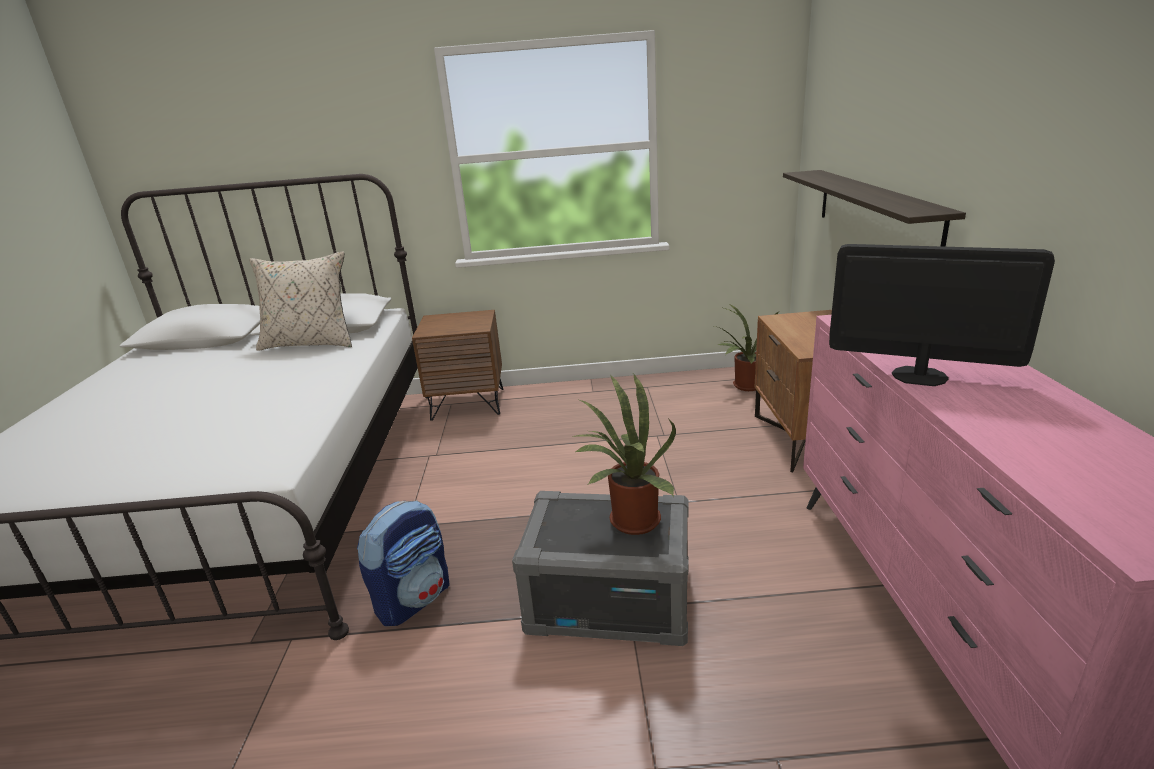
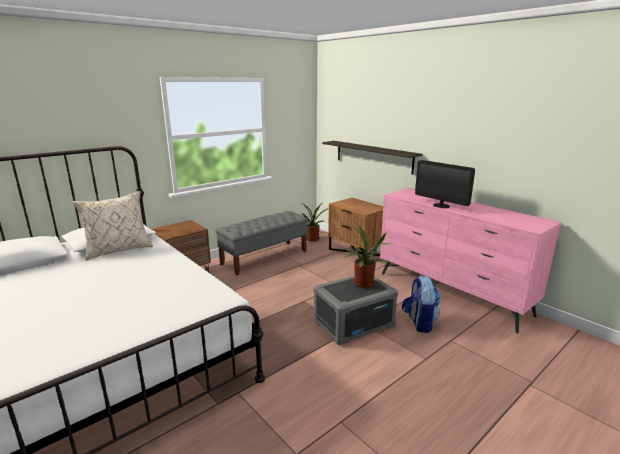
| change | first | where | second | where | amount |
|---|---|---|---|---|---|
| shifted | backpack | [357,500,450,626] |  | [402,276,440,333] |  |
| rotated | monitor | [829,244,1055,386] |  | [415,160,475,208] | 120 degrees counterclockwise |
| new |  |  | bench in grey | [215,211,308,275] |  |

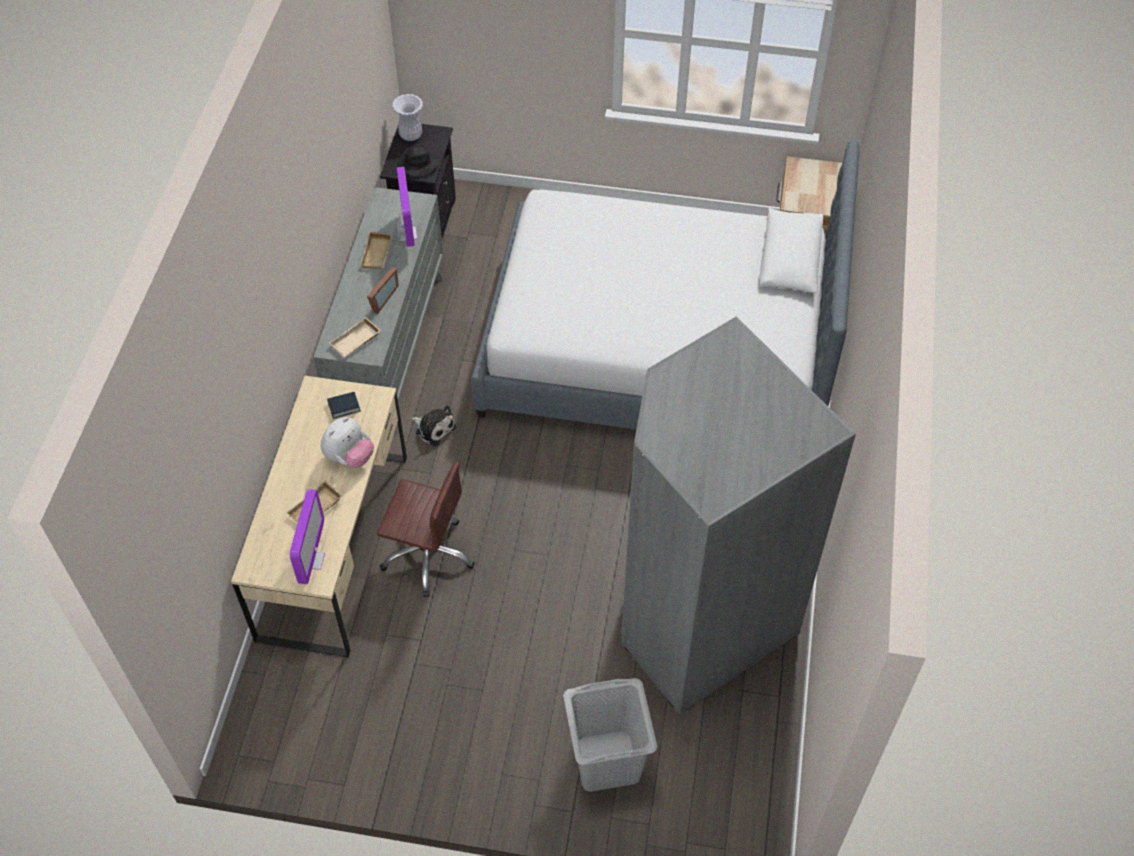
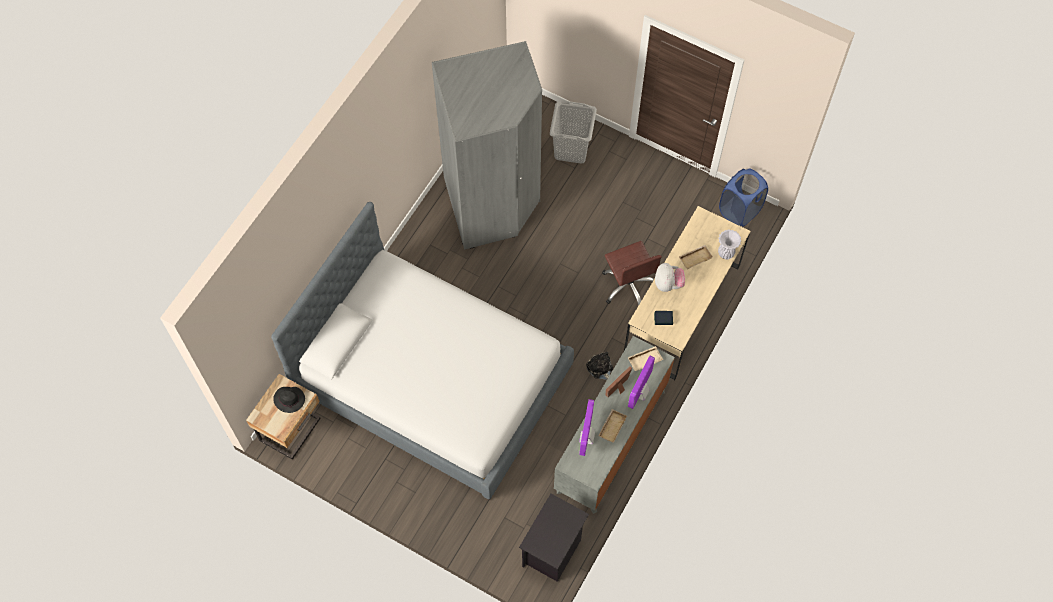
| change | first | where | second | where | amount |
|---|---|---|---|---|---|
| shifted | monitor | [290,489,325,584] |  | [628,356,655,409] |  |
| rotated | plush toy | [321,417,374,468] |  | [655,263,685,292] | 120 degrees clockwise |
| rotated | office chair in brown | [377,462,475,597] |  | [602,241,662,306] | 150 degrees counterclockwise |
| shifted | vase in white | [392,94,423,141] |  | [718,229,741,260] |  |
| shifted | hat in black | [397,146,439,176] |  | [273,387,305,413] |  |
| new |  |  | laundry basket in blue | [719,169,768,227] |  |

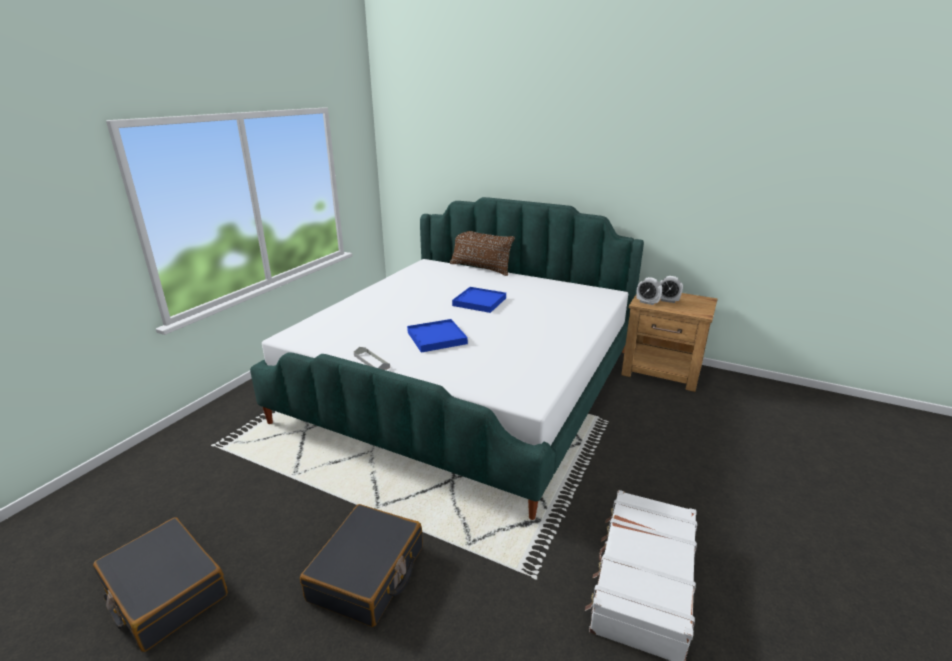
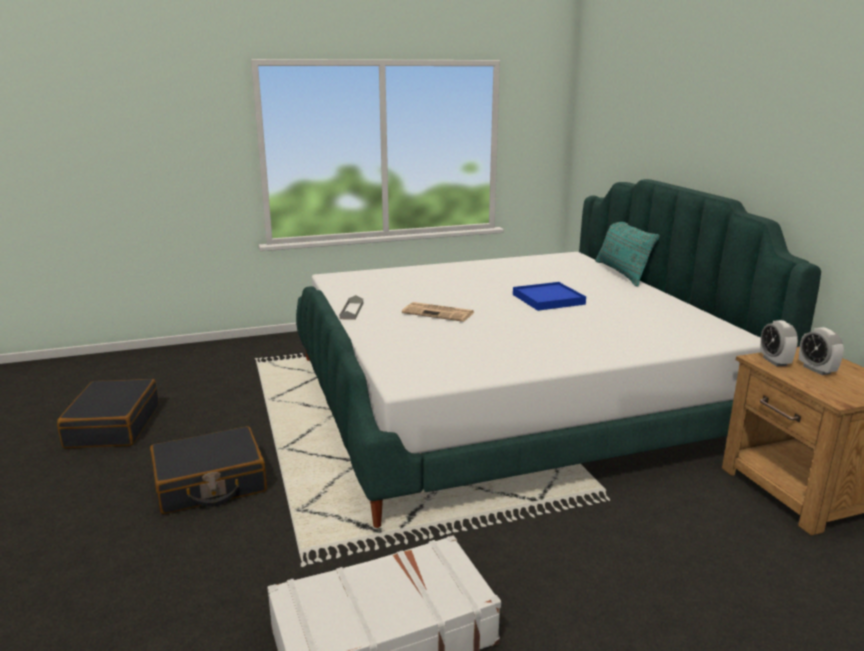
| change | first | where | second | where | amount |
|---|---|---|---|---|---|
| swapped | tray in blue | [407,319,468,353] | newspaper | [402,302,474,322] |  |
| repainted | pillow in brown | [450,231,515,276] | pillow in turquoise | [595,222,660,287] |  |

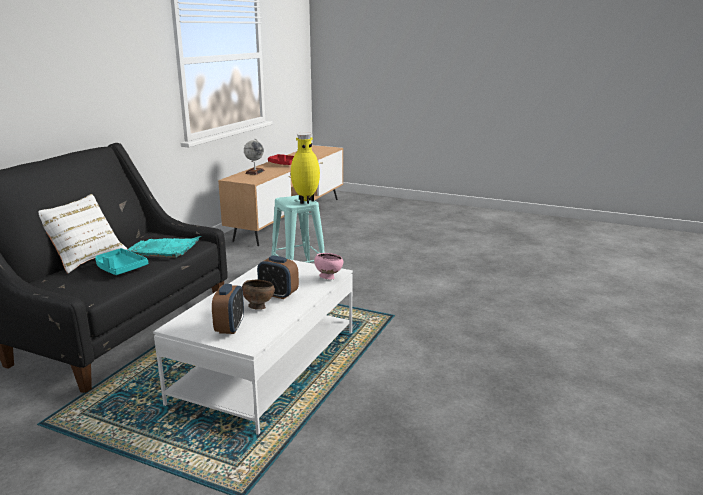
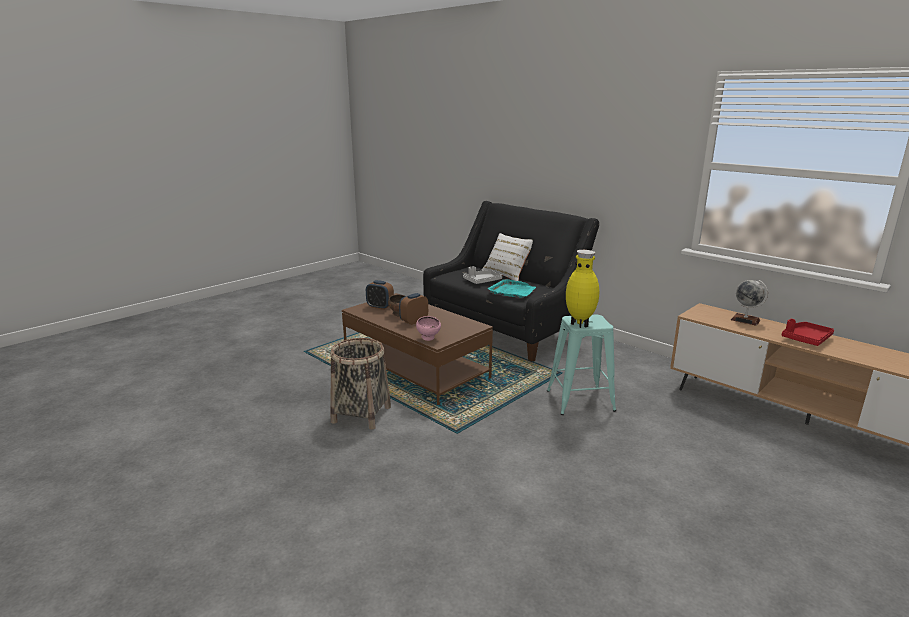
| change | first | where | second | where | amount |
|---|---|---|---|---|---|
| repainted | tray in turquoise | [95,248,148,275] | tray in grey | [463,266,502,284] |  |
| repainted | coffee table in white | [153,259,353,435] | coffee table in brown | [342,293,493,405] |  |
| new |  |  | basket | [330,338,391,430] |  |

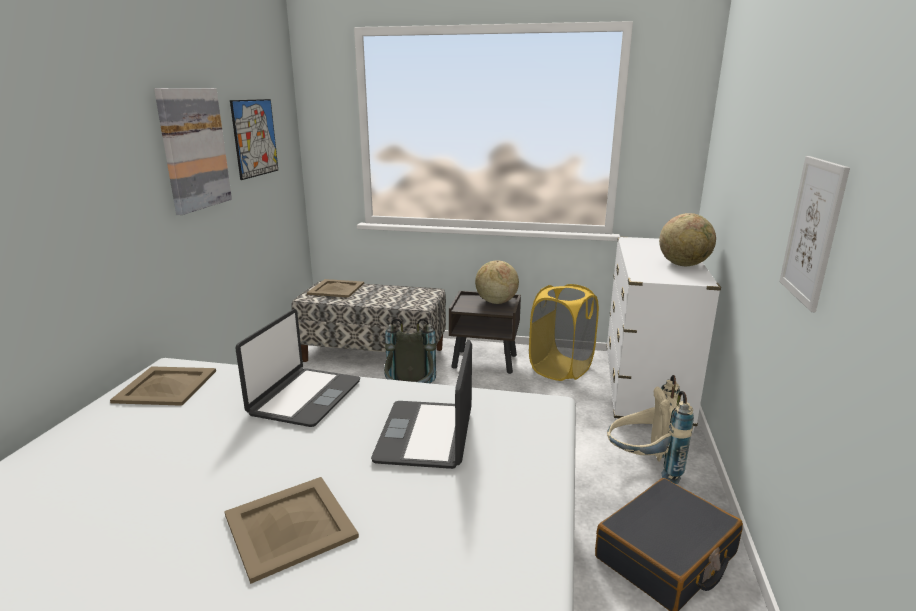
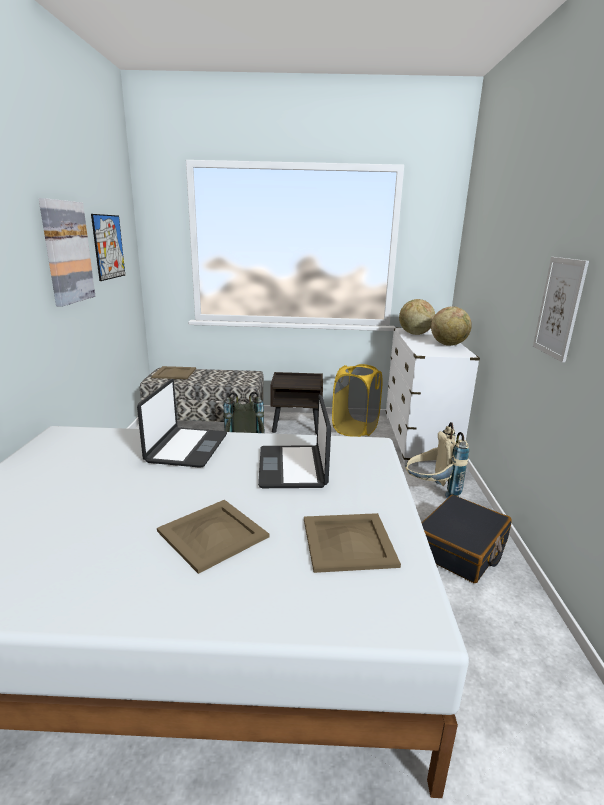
| change | first | where | second | where | amount |
|---|---|---|---|---|---|
| shifted | tray in beige | [110,366,216,406] |  | [304,513,401,573] |  |
| shifted | globe | [475,260,519,304] |  | [399,299,435,335] |  |

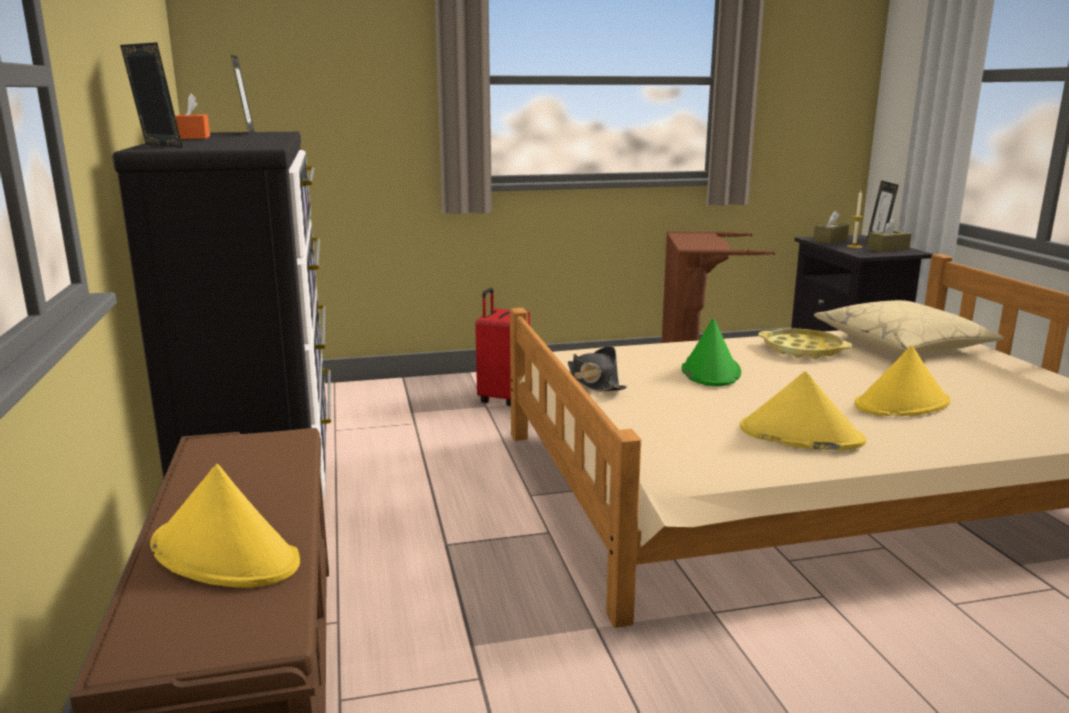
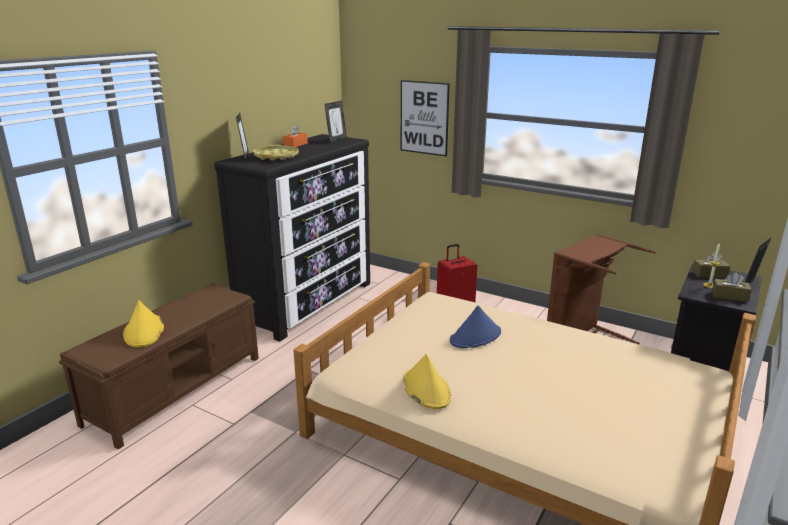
| change | first | where | second | where | amount |
|---|---|---|---|---|---|
| gone | hat in black | [568,346,627,392] |  |  |  |
| repainted | hat in green | [682,318,741,386] | hat in blue | [450,305,501,348] |  |
| shifted | tray in yellow | [758,328,852,359] |  | [253,145,299,161] |  |
| gone | pillow in beige | [814,300,1004,354] |  |  |  |
| gone | hat in yellow | [855,345,951,416] |  |  |  |
| new |  |  | picture | [401,80,450,156] |  |

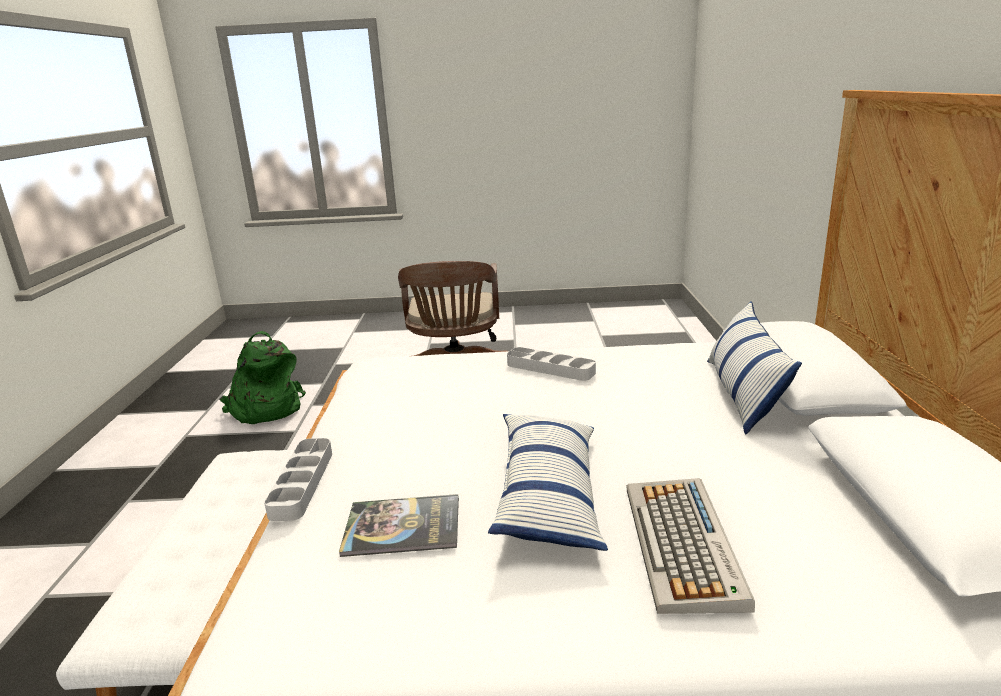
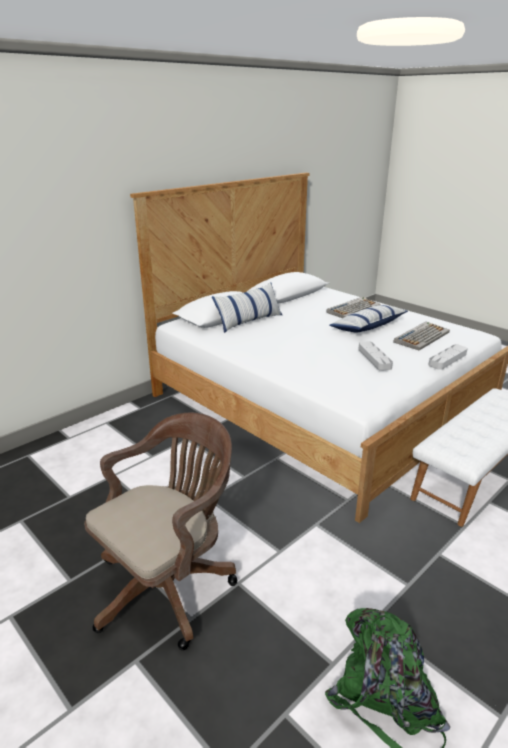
| change | first | where | second | where | amount |
|---|---|---|---|---|---|
| swapped | book | [339,494,459,557] | keyboard | [393,322,450,350] |  |
| shifted | tray in grey | [507,347,596,381] |  | [358,341,393,371] |  |

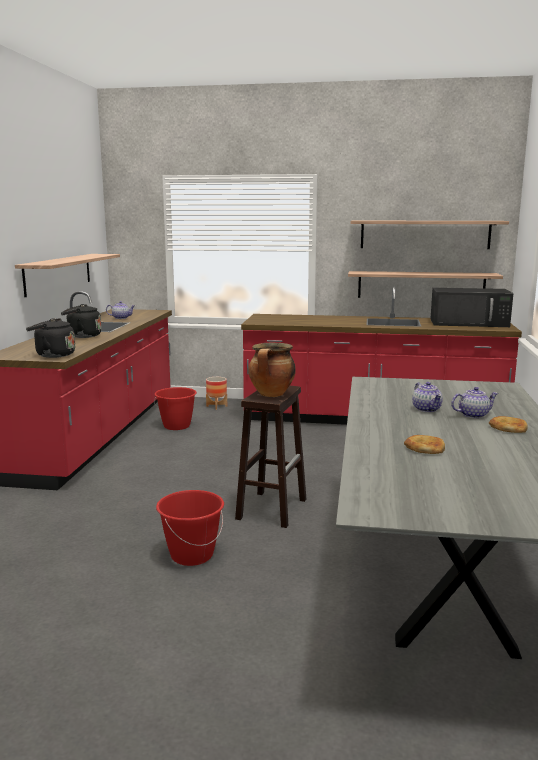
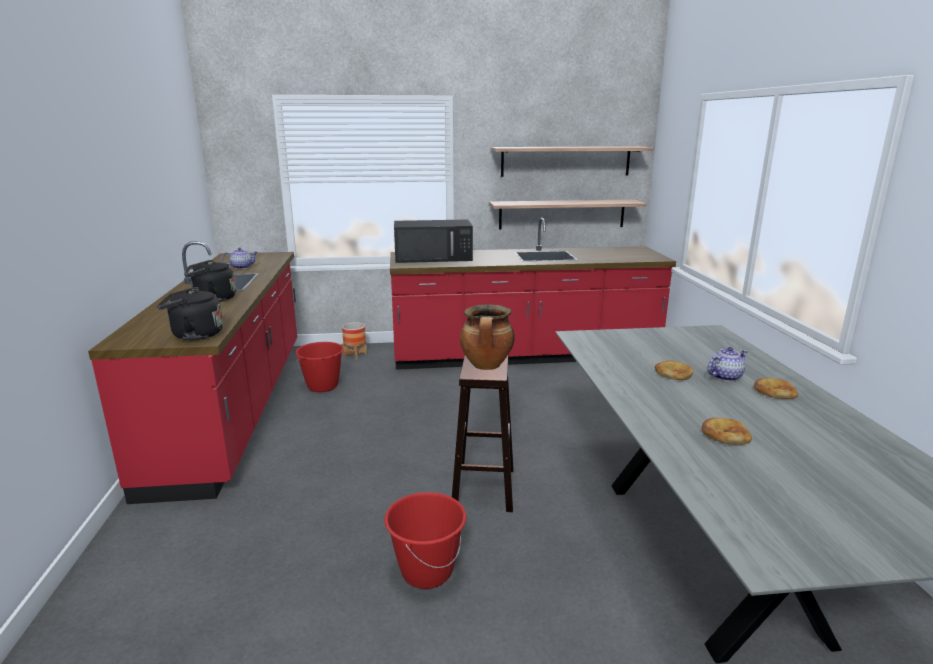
| change | first | where | second | where | amount |
|---|---|---|---|---|---|
| gone | shelf | [15,254,120,297] |  |  |  |
| swapped | teapot | [412,382,443,412] | bread | [655,361,693,380] |  |
| shifted | microwave in black | [430,288,513,327] |  | [394,220,473,263] |  |

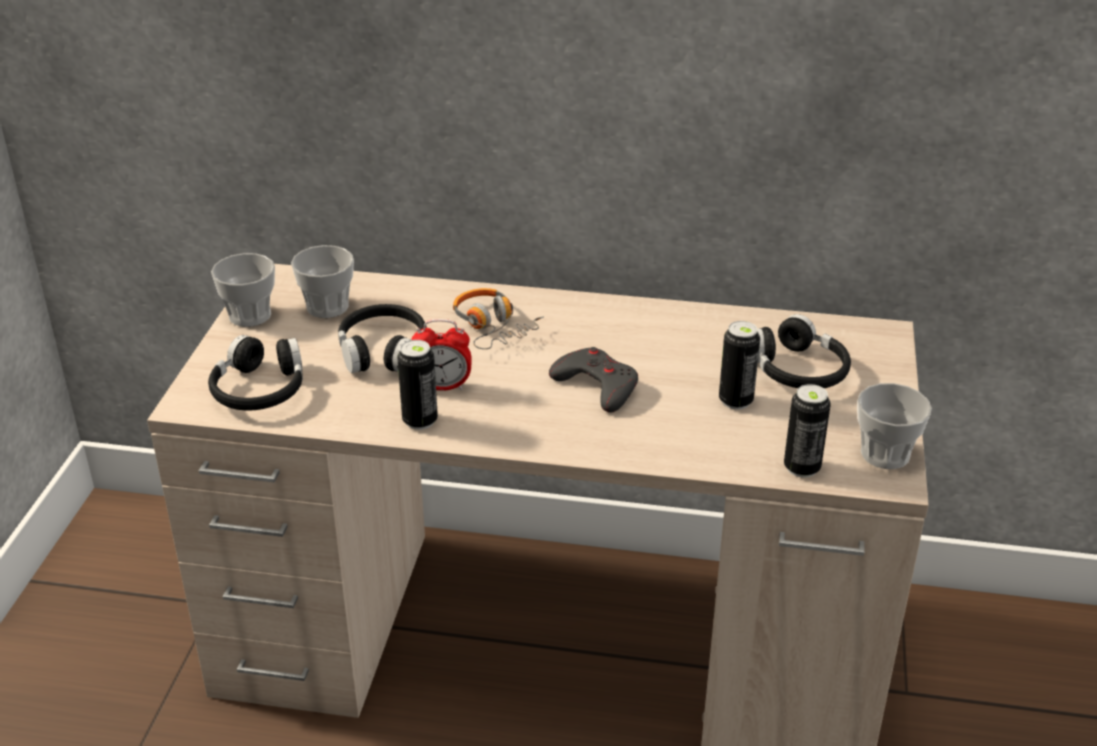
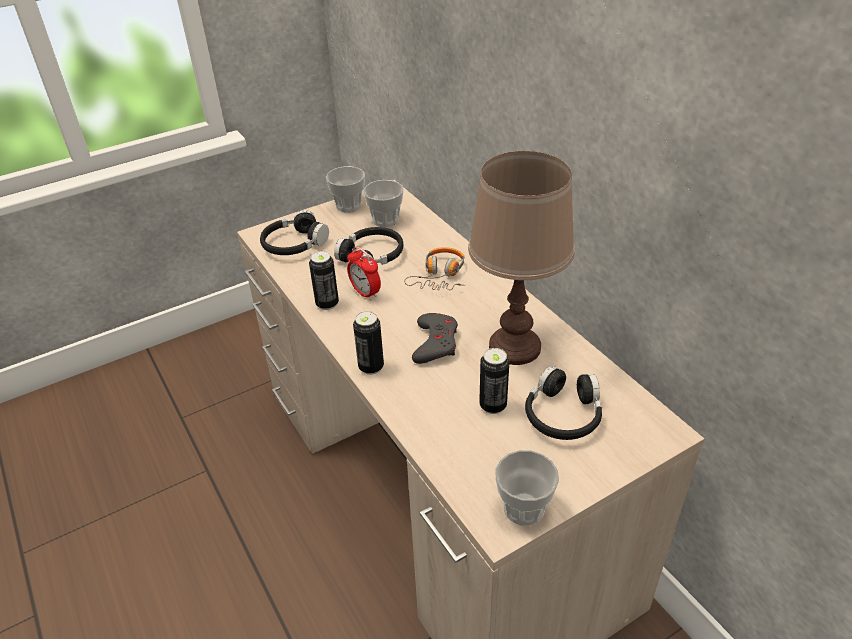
| change | first | where | second | where | amount |
|---|---|---|---|---|---|
| shifted | can | [784,384,831,478] |  | [353,311,384,375] |  |
| new |  |  | table lamp in brown | [468,151,575,365] |  |

